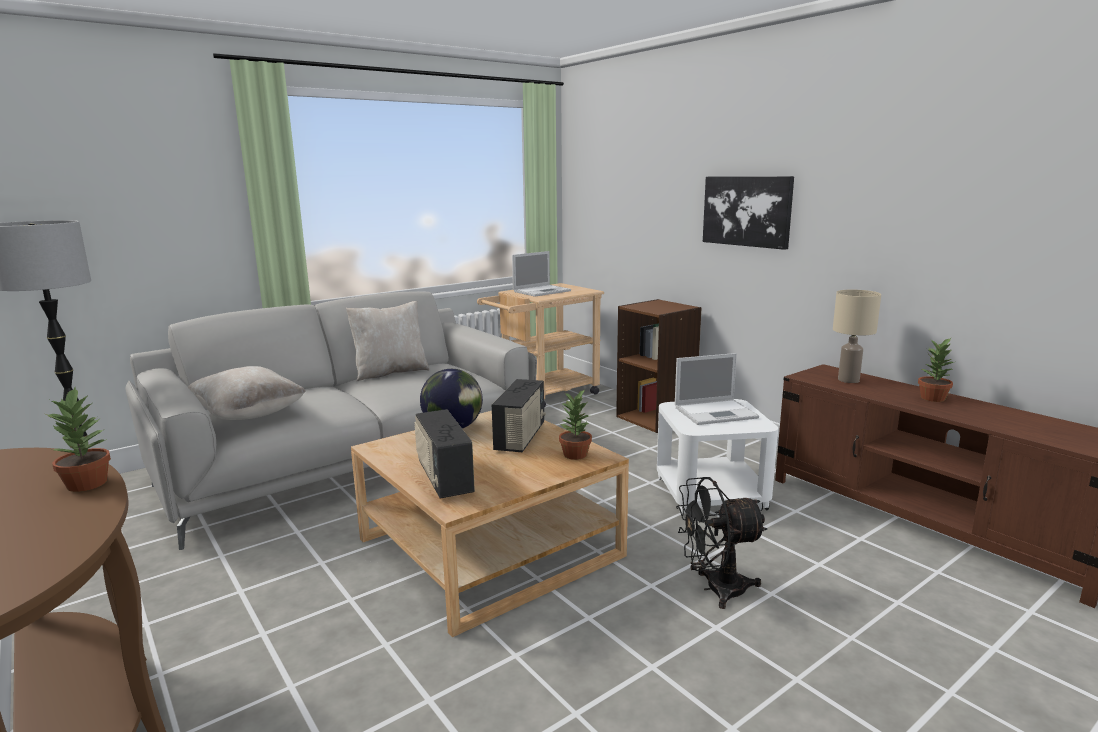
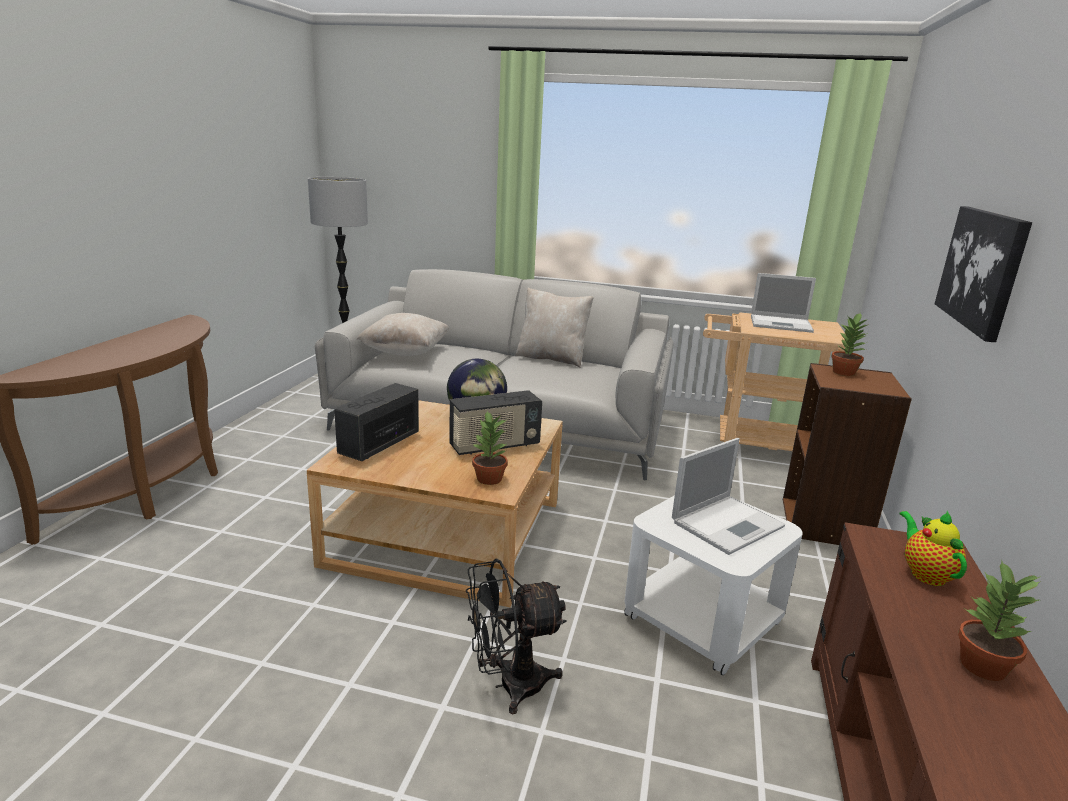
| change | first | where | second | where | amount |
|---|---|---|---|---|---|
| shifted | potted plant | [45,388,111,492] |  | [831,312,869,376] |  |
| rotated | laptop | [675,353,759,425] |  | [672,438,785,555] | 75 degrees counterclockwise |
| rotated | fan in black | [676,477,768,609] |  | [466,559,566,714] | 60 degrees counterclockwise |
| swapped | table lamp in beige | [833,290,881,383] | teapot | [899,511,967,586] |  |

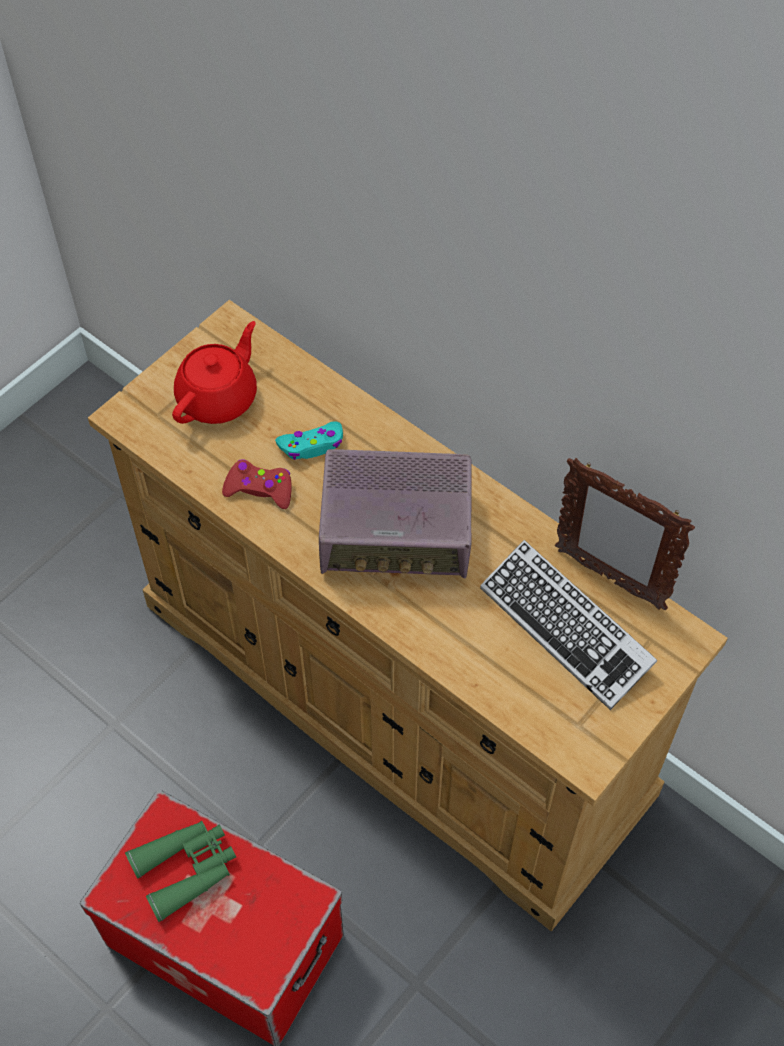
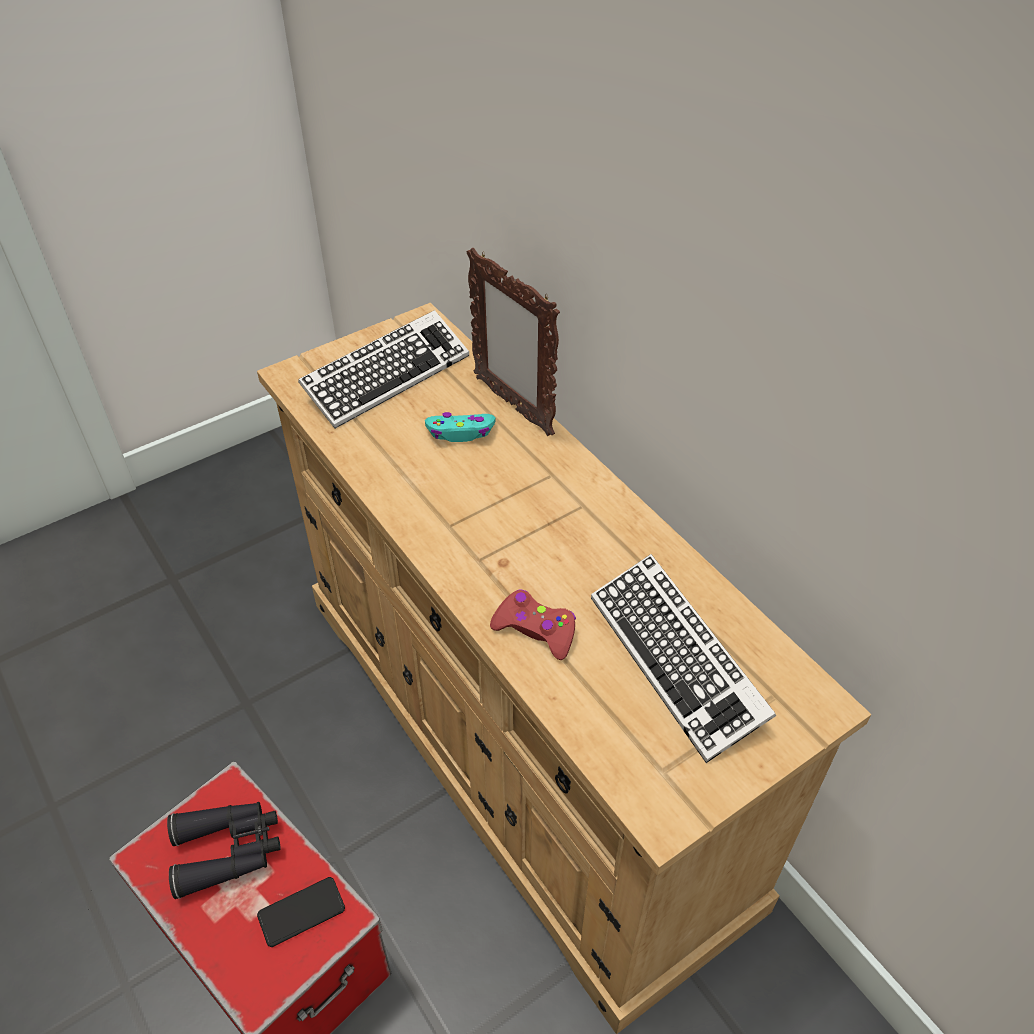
| change | first | where | second | where | amount |
|---|---|---|---|---|---|
| repainted | binoculars in green | [125,821,236,922] | binoculars in black | [167,802,281,899] |  |
| swapped | teapot in red | [172,321,257,424] | keyboard | [298,310,469,429] |  |
| shifted | game controller in red | [222,459,292,509] |  | [490,589,576,660] |  |
| gone | radio | [319,449,471,579] |  |  |  |
| shifted | picture frame | [555,458,695,610] |  | [467,247,560,436] |  |
| new |  |  | phone | [257,877,345,947] |  |

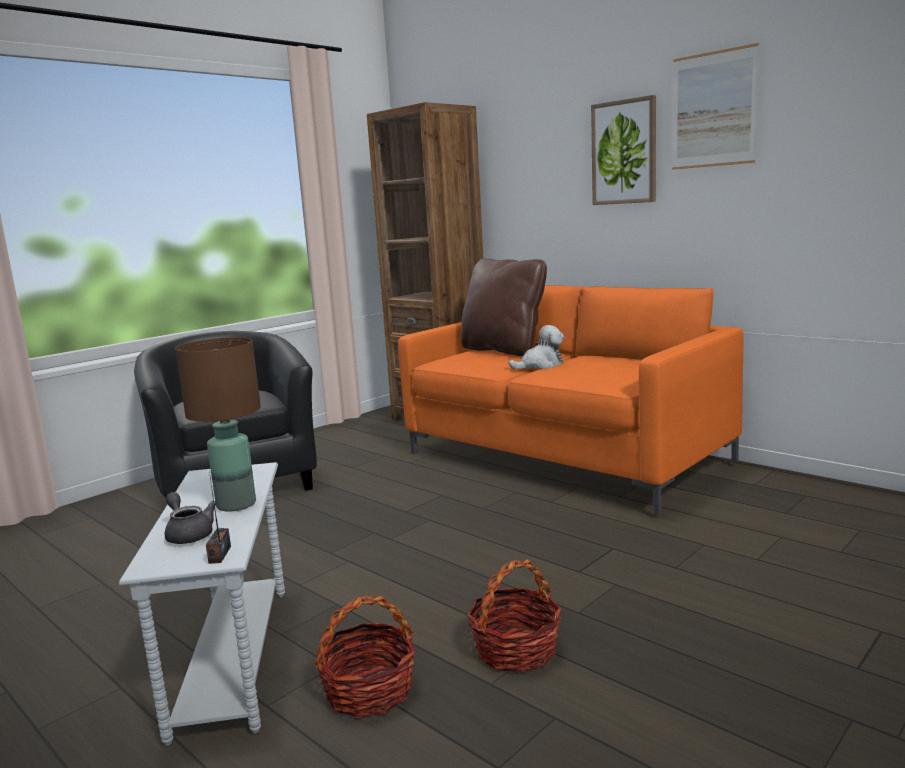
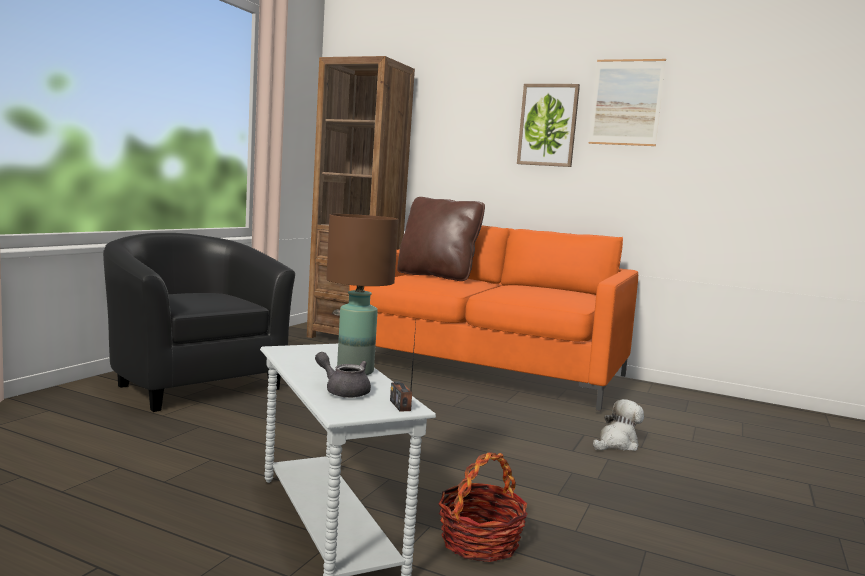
| change | first | where | second | where | amount |
|---|---|---|---|---|---|
| gone | basket | [467,559,561,673] |  |  |  |
| shifted | plush toy | [509,325,564,369] |  | [593,399,644,451] |  |

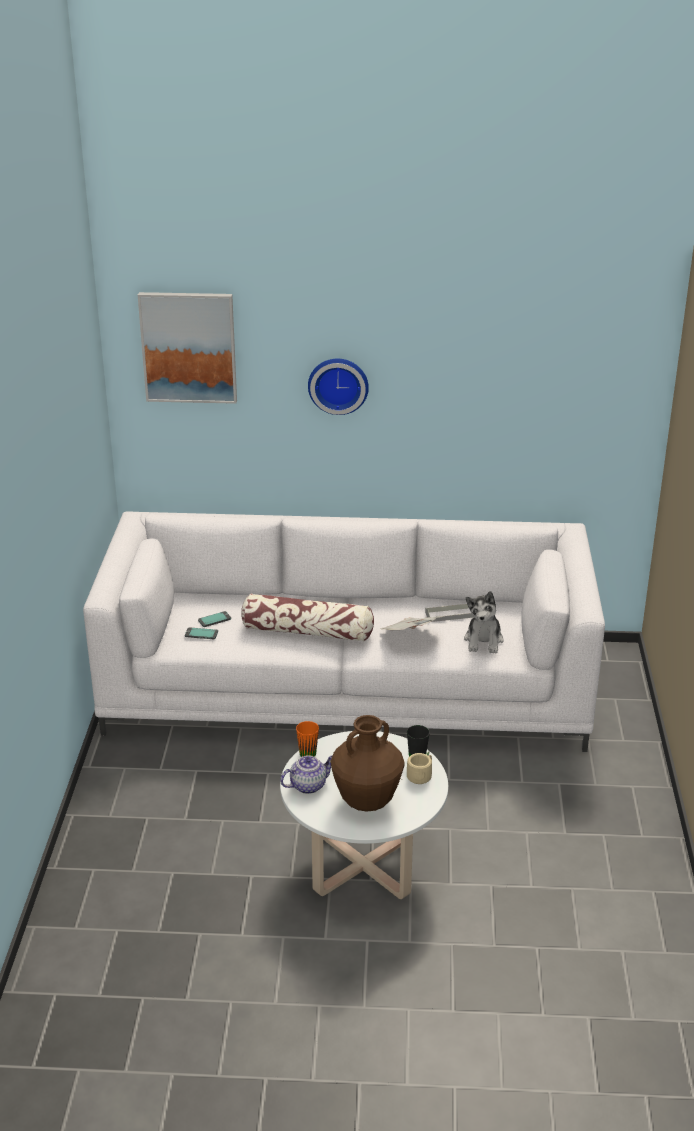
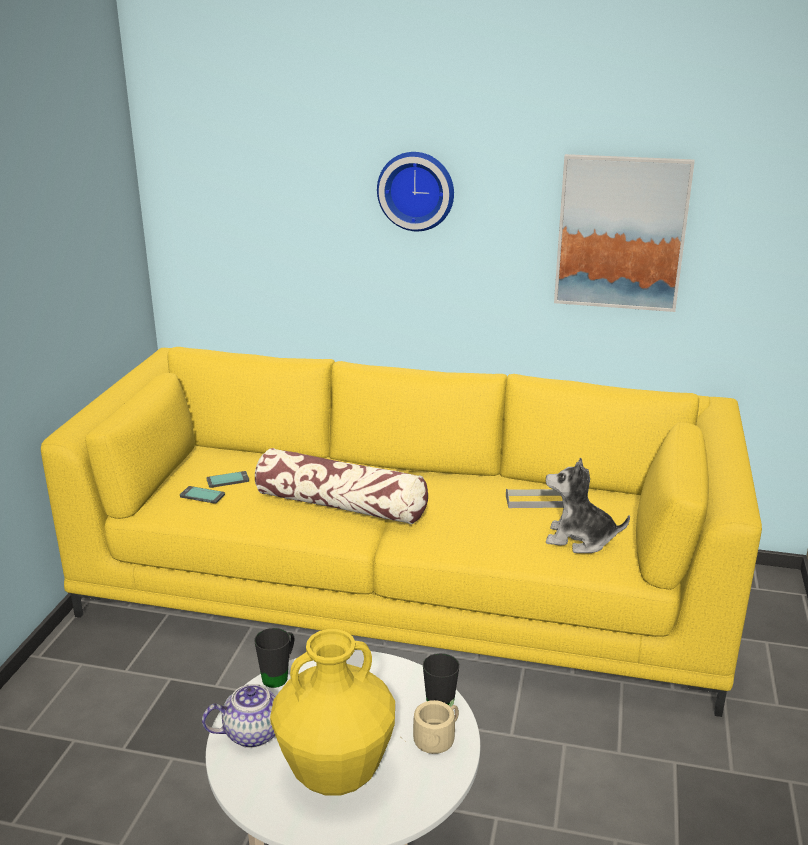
| change | first | where | second | where | amount |
|---|---|---|---|---|---|
| repainted | sofa in white | [83,512,605,752] | sofa in yellow | [41,347,762,717] |  |
| shifted | picture | [138,292,237,404] |  | [554,154,695,312] |  |
| repainted | mug in orange | [296,721,319,757] | mug in black | [254,628,294,688] |  |
| repainted | vase in brown | [331,715,404,812] | vase in yellow | [270,629,395,795] |  |
| gone | newspaper | [380,616,445,630] |  |  |  |
| rotated | plush toy | [464,591,504,653] |  | [546,458,630,553] | 90 degrees clockwise |

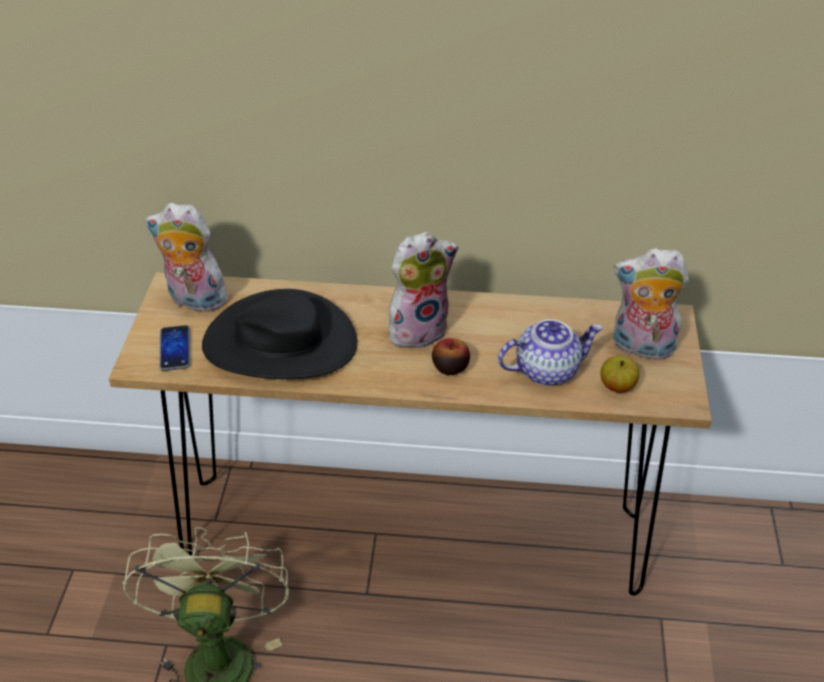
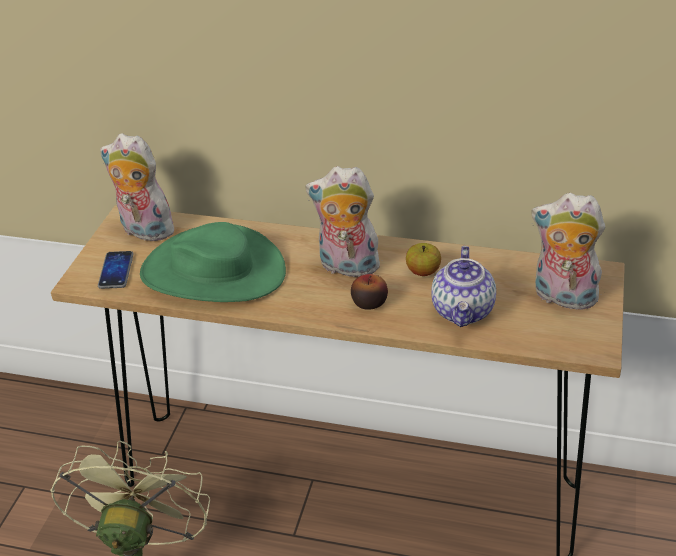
| change | first | where | second | where | amount |
|---|---|---|---|---|---|
| repainted | hat in black | [202,289,358,379] | hat in green | [140,222,286,302] |  |
| rotated | plush toy | [389,232,458,348] |  | [305,166,380,281] | 150 degrees counterclockwise |
| rotated | teapot | [498,319,603,386] |  | [431,246,496,327] | 105 degrees clockwise |
| shifted | apple | [600,356,640,393] |  | [406,243,441,276] |  |

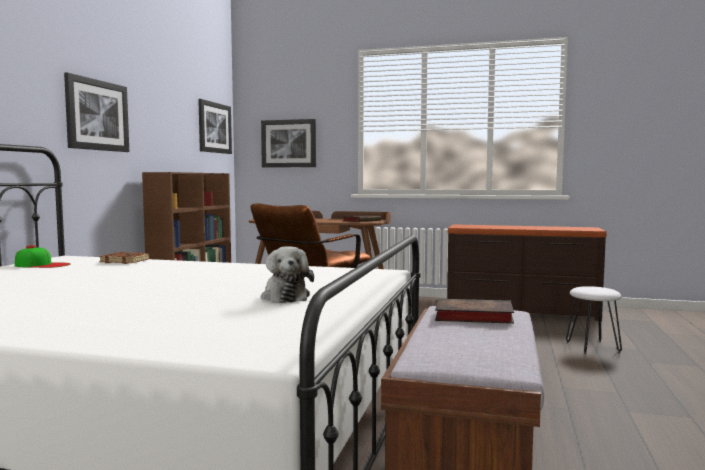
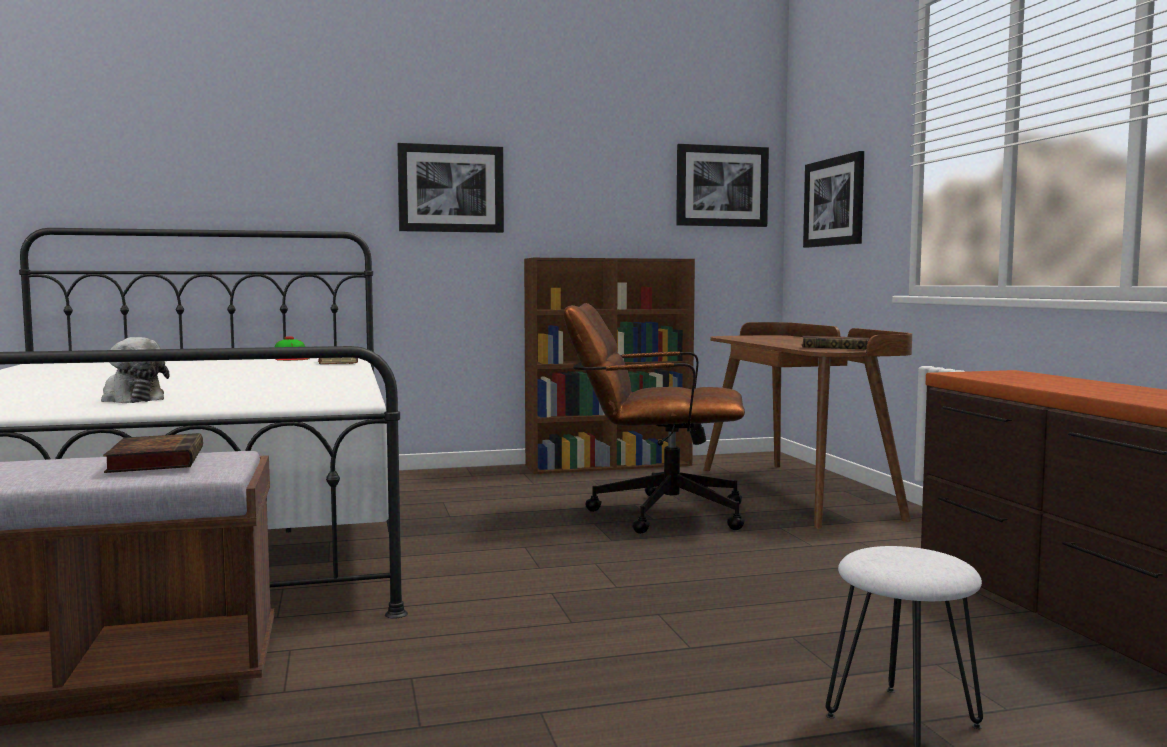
| change | first | where | second | where | amount |
|---|---|---|---|---|---|
| rotated | plush toy | [261,246,314,303] |  | [101,337,170,403] | 90 degrees counterclockwise |

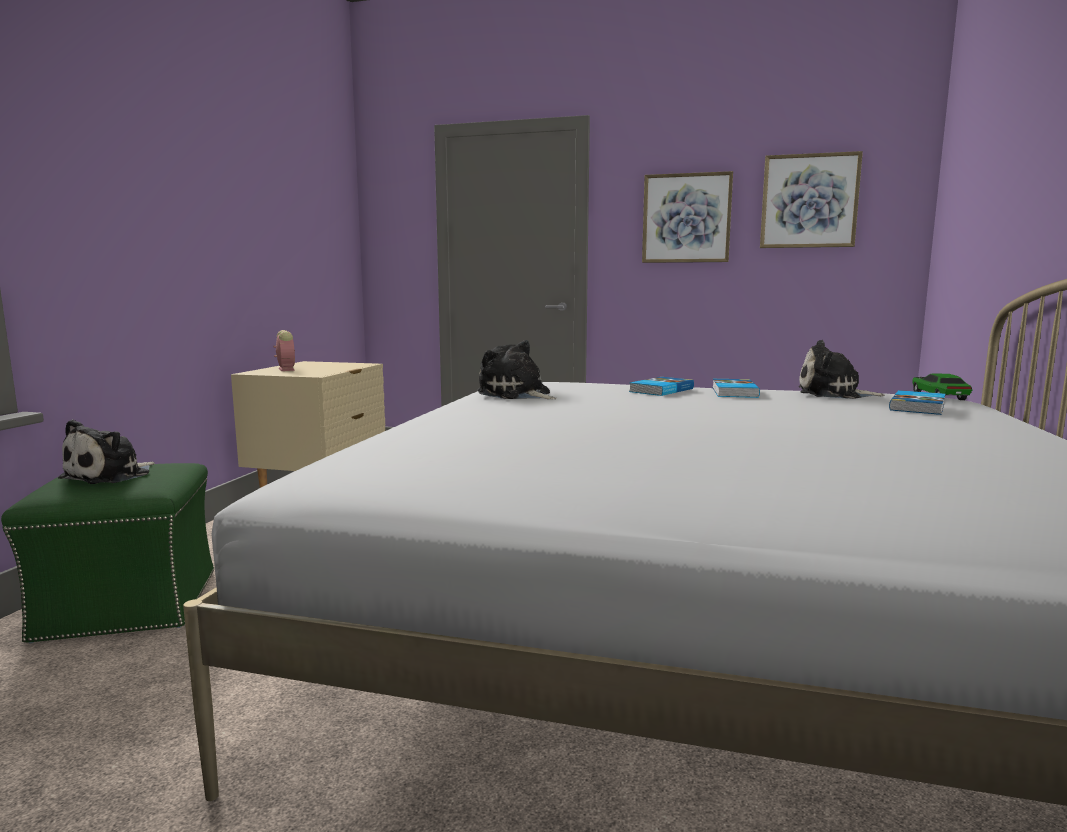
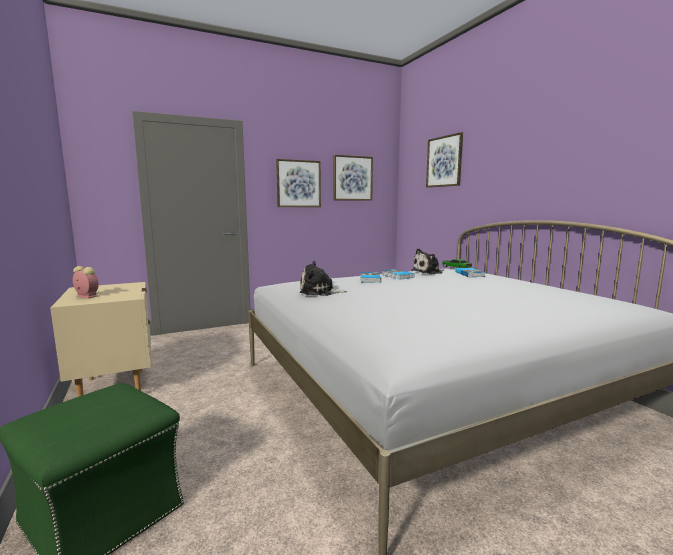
| change | first | where | second | where | amount |
|---|---|---|---|---|---|
| gone | plush toy | [58,420,155,484] |  |  |  |
| new |  |  | picture | [426,132,463,188] |  |

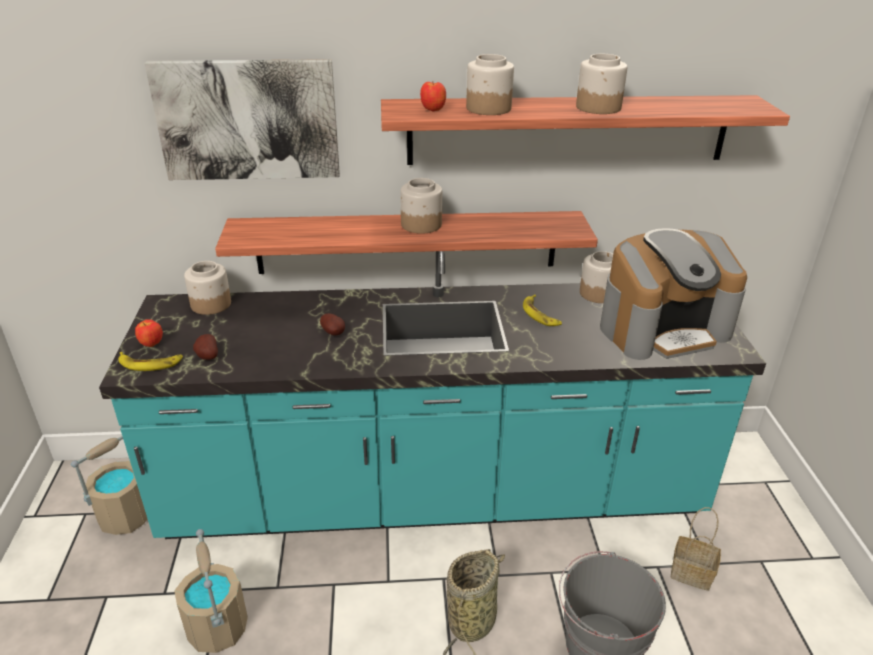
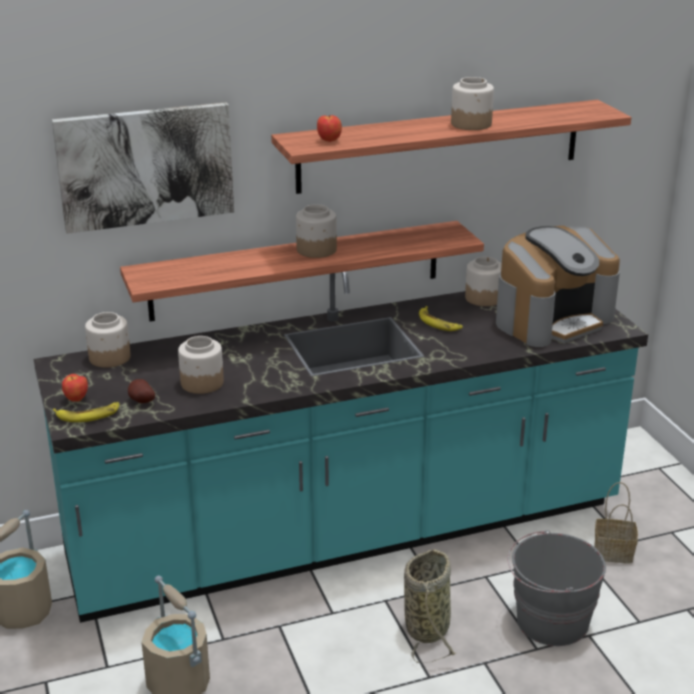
| change | first | where | second | where | amount |
|---|---|---|---|---|---|
| gone | potato | [320,313,345,335] |  |  |  |
| shifted | jar | [466,54,514,115] |  | [178,336,224,394] |  |

